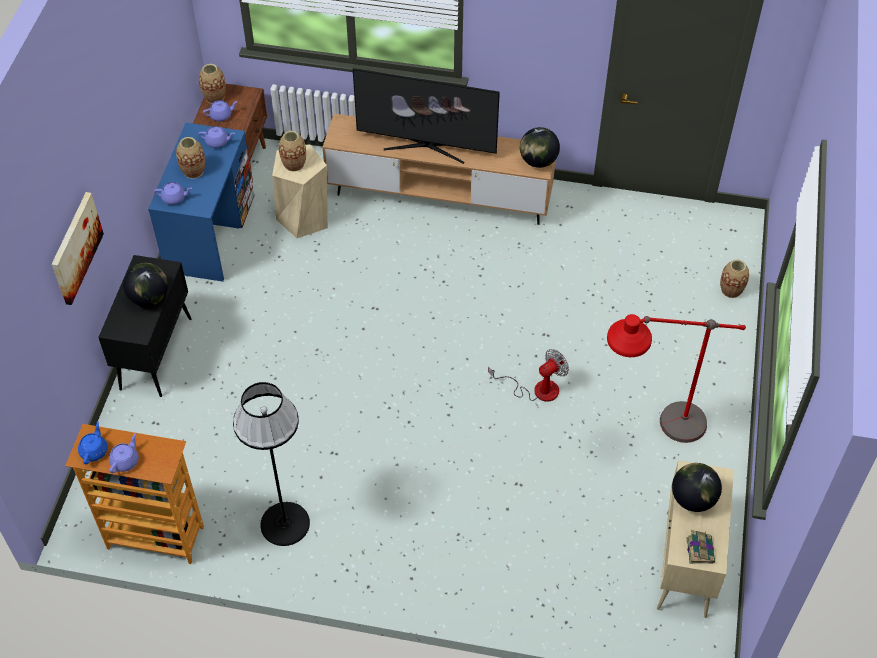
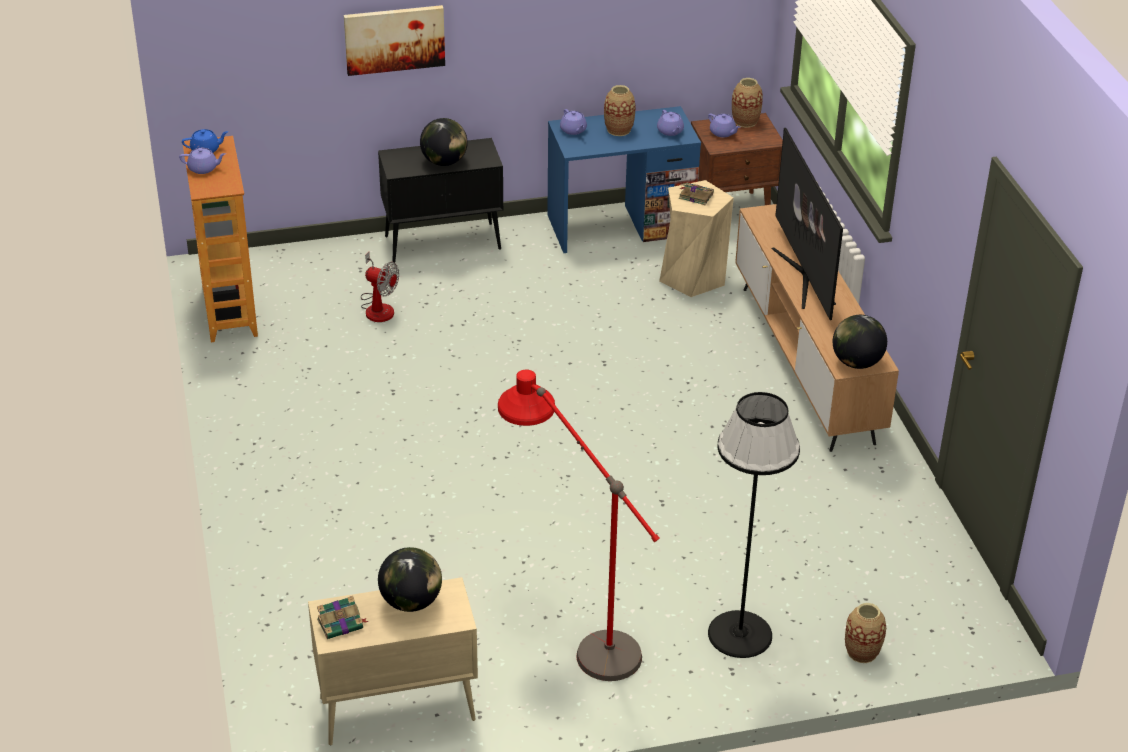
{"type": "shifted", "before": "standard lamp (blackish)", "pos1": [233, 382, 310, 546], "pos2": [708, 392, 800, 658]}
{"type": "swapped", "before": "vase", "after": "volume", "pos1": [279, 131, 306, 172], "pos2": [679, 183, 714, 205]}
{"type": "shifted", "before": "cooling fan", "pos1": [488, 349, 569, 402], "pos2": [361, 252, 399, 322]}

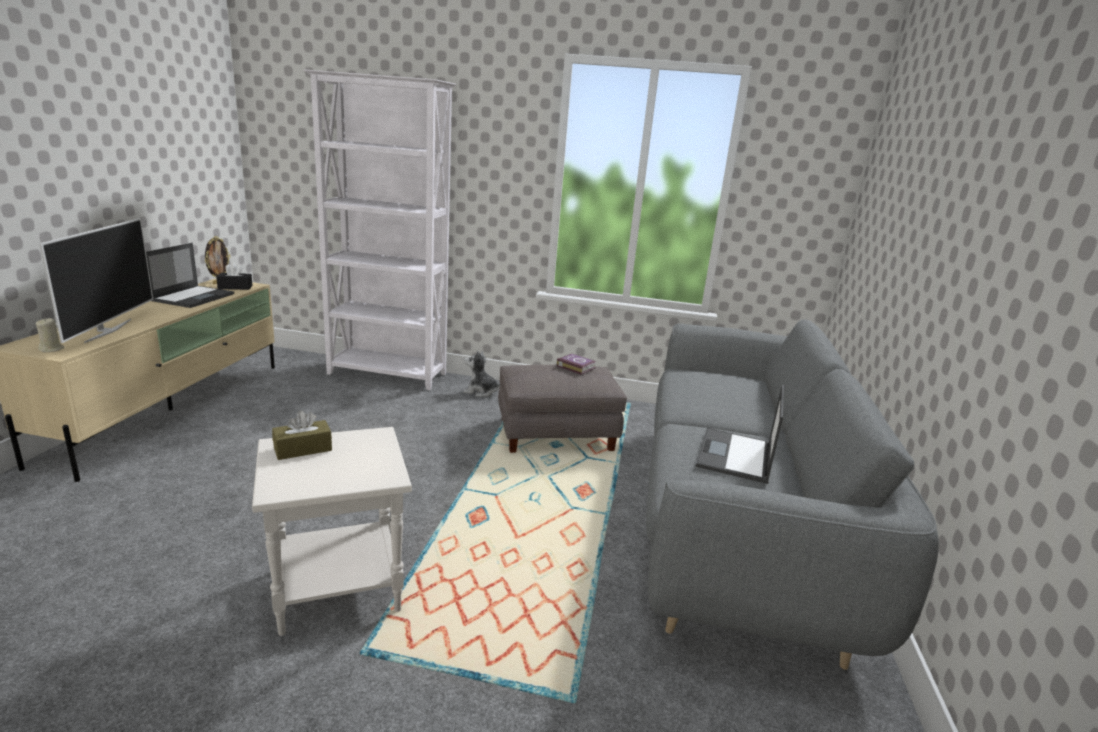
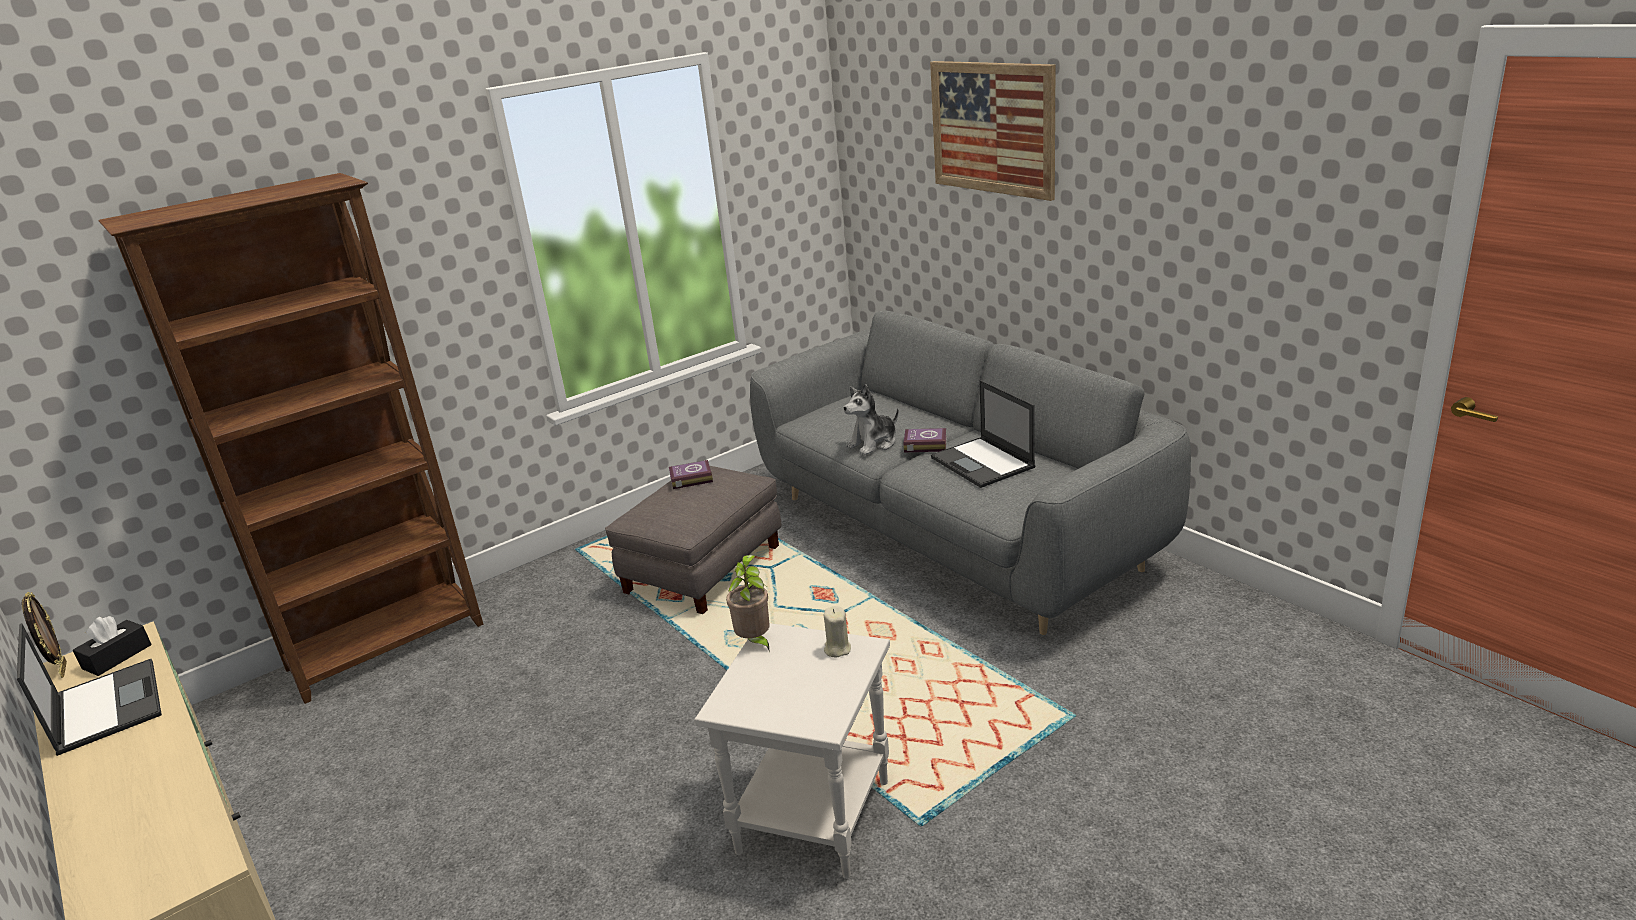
{"type": "shifted", "before": "candle (beige-coloured)", "pos1": [36, 318, 65, 352], "pos2": [823, 606, 851, 658]}
{"type": "gone", "before": "TV set", "pos1": [39, 218, 153, 343]}
{"type": "gone", "before": "box of tissues (brown-coloured)", "pos1": [272, 411, 332, 460]}
{"type": "repainted", "before": "shelving unit (white-coloured)", "after": "shelving unit (brown-coloured)", "pos1": [304, 69, 456, 390], "pos2": [98, 173, 483, 704]}
{"type": "shifted", "before": "soft toy", "pos1": [463, 351, 500, 397], "pos2": [843, 384, 899, 455]}
{"type": "new", "after": "potted plant", "pos2": [726, 555, 770, 650]}
{"type": "new", "after": "volume", "pos2": [903, 428, 947, 452]}
{"type": "new", "after": "wall picture", "pos2": [930, 61, 1055, 201]}

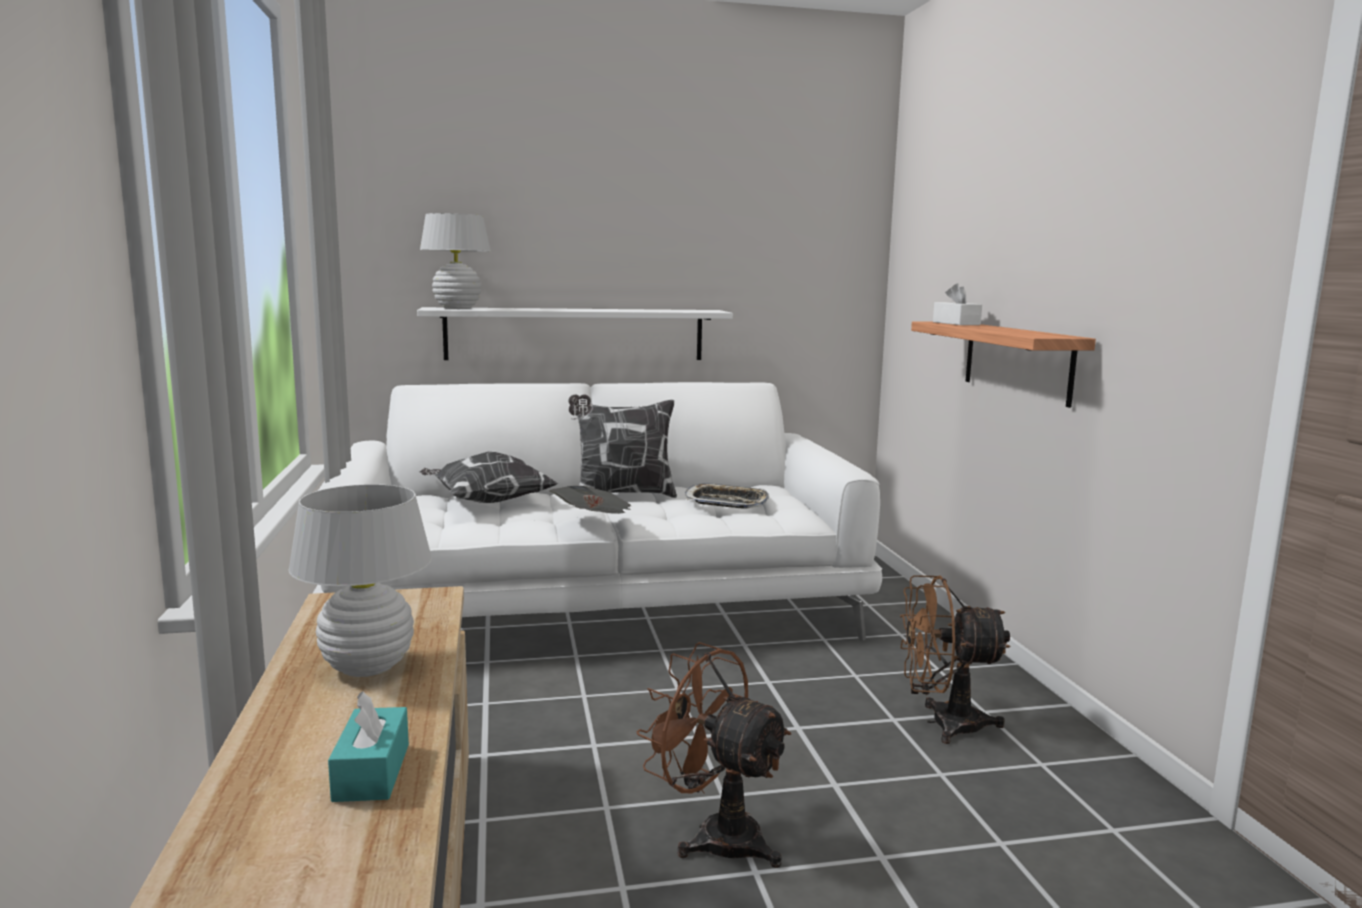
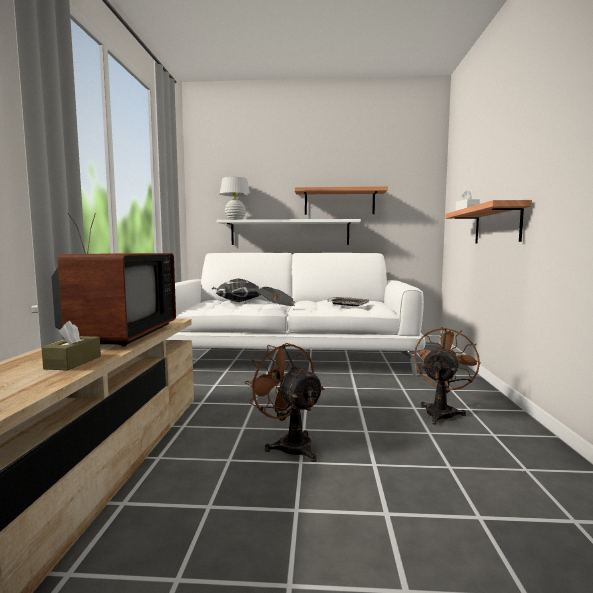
{"type": "swapped", "before": "table lamp (white-coloured)", "after": "TV set", "pos1": [288, 484, 432, 677], "pos2": [51, 213, 176, 346]}
{"type": "repainted", "before": "box of tissues (turquoise)", "after": "box of tissues (brown-coloured)", "pos1": [328, 691, 409, 802], "pos2": [41, 321, 101, 371]}
{"type": "gone", "before": "cushion", "pos1": [569, 394, 677, 498]}
{"type": "rotated", "before": "cooling fan (brown-coloured)", "pos1": [900, 575, 1011, 744], "pos2": [414, 327, 481, 425], "turn": 105}
{"type": "new", "after": "bracket shelf", "pos2": [295, 186, 388, 215]}

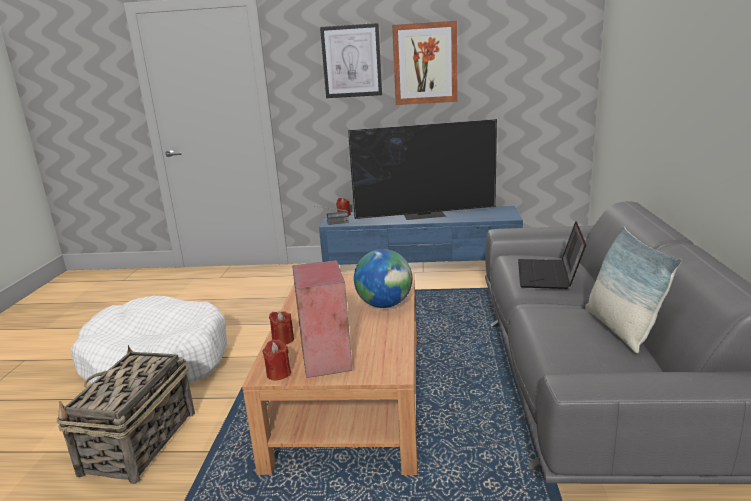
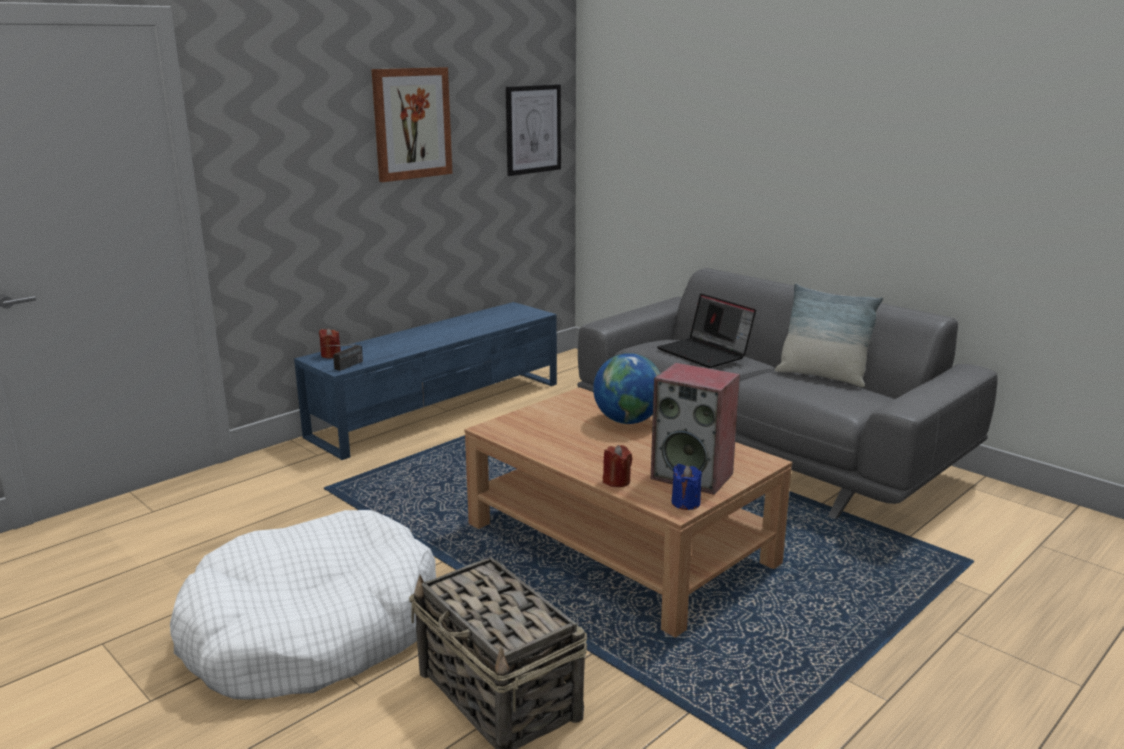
{"type": "repainted", "before": "candle (red-coloured)", "after": "candle (blue-coloured)", "pos1": [262, 340, 291, 381], "pos2": [672, 464, 702, 510]}
{"type": "shifted", "before": "wall picture", "pos1": [320, 23, 382, 98], "pos2": [506, 84, 561, 176]}
{"type": "gone", "before": "TV set", "pos1": [348, 119, 497, 220]}

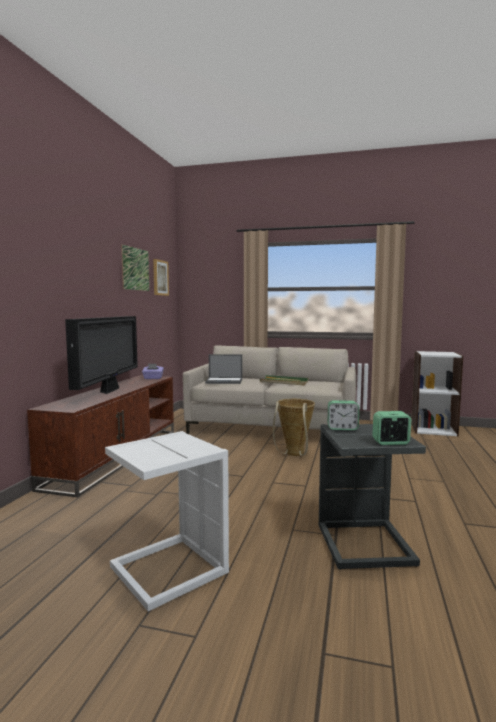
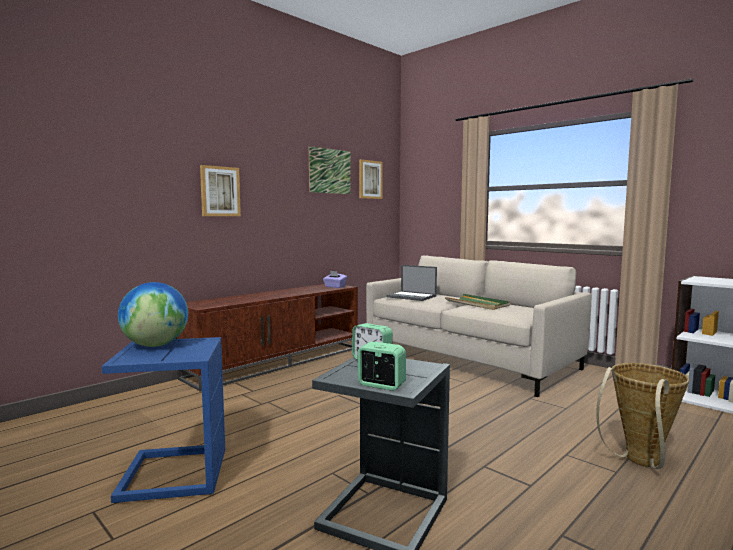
{"type": "gone", "before": "TV set", "pos1": [65, 316, 138, 394]}
{"type": "repainted", "before": "accent table (white-coloured)", "after": "accent table (blue-coloured)", "pos1": [105, 431, 229, 611], "pos2": [102, 337, 225, 503]}
{"type": "shifted", "before": "storage basket", "pos1": [273, 399, 315, 456], "pos2": [596, 363, 689, 469]}
{"type": "new", "after": "desk globe", "pos2": [118, 282, 188, 347]}
{"type": "new", "after": "wall picture", "pos2": [200, 165, 241, 216]}

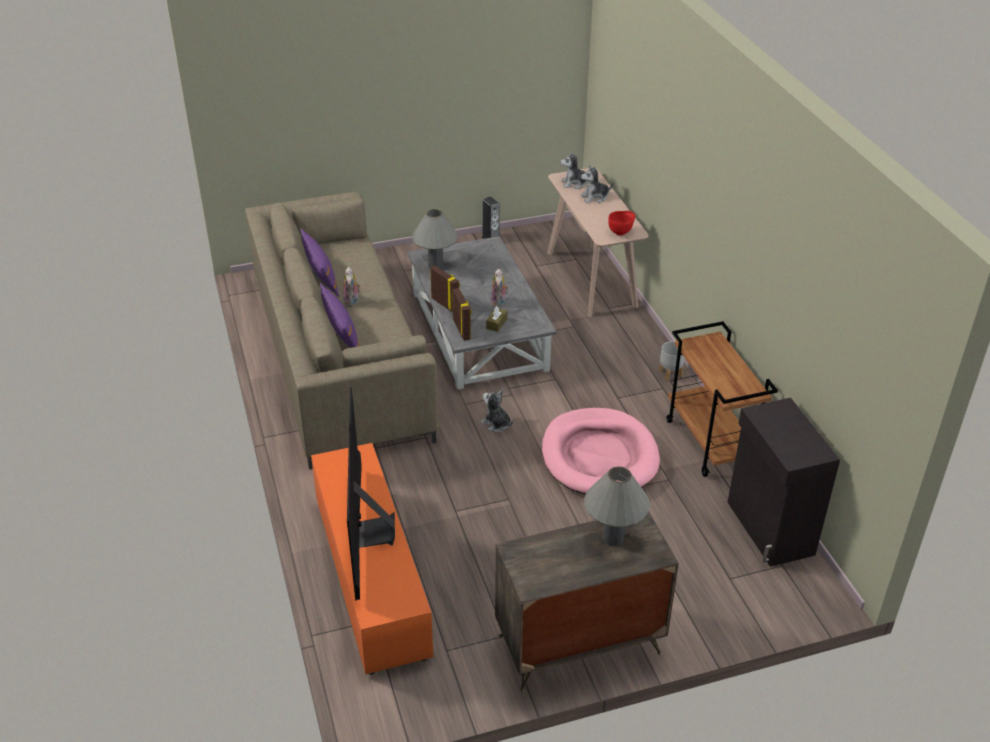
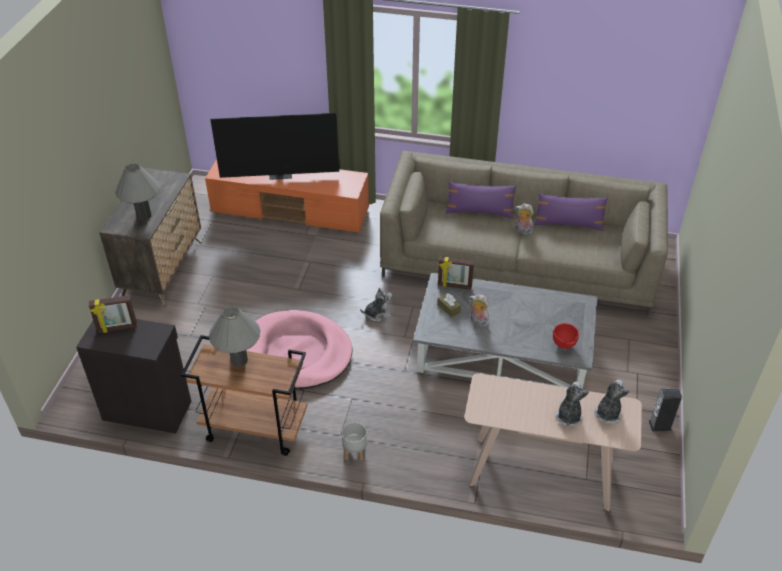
{"type": "rotated", "before": "TV set", "pos1": [347, 387, 395, 600], "pos2": [210, 113, 340, 180], "turn": 150}
{"type": "shifted", "before": "table lamp (gray)", "pos1": [412, 209, 458, 269], "pos2": [209, 306, 261, 367]}
{"type": "shifted", "before": "photo frame", "pos1": [430, 266, 460, 313], "pos2": [89, 295, 137, 333]}
{"type": "shifted", "before": "bowl (red-coloured)", "pos1": [608, 211, 635, 236], "pos2": [553, 323, 579, 349]}

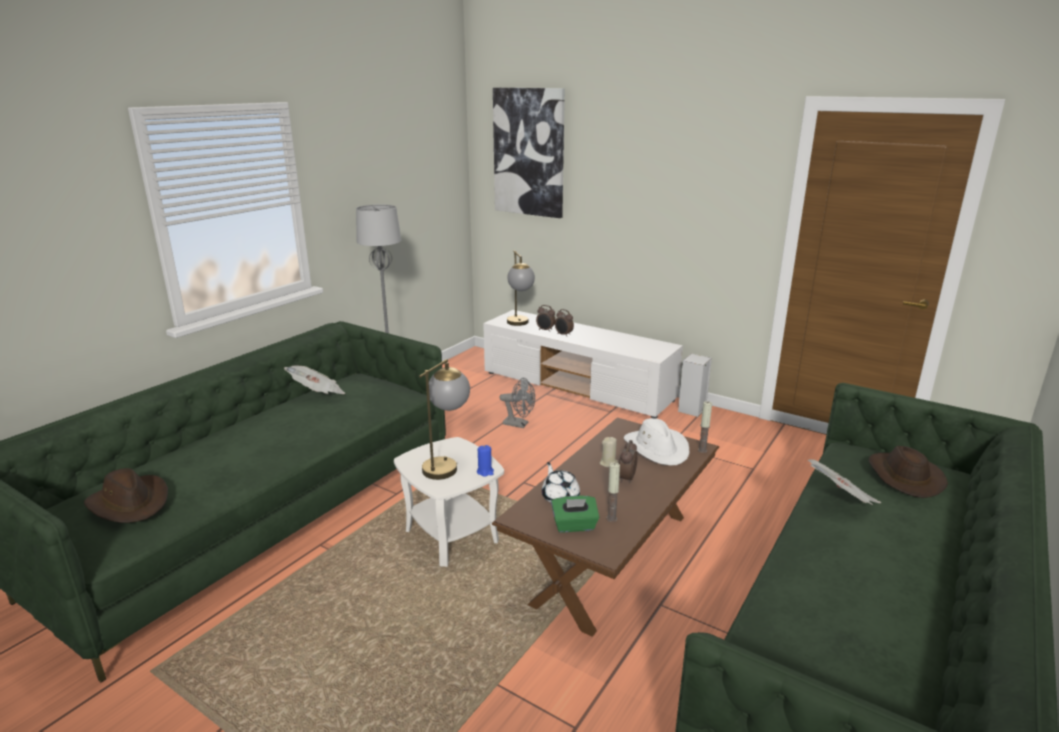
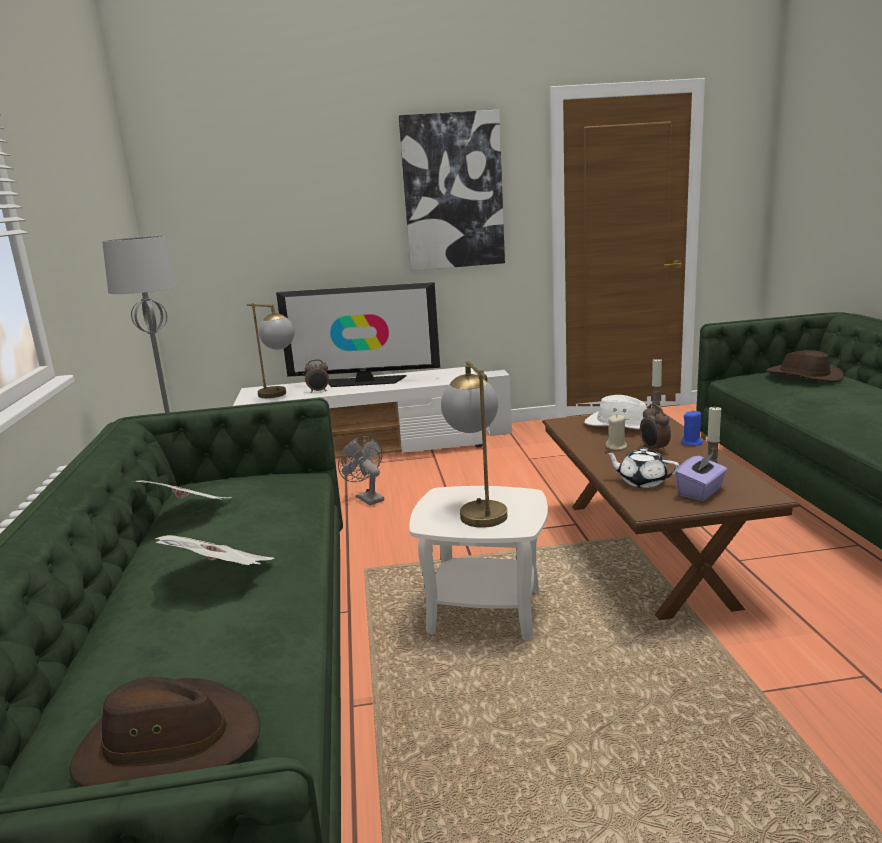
{"type": "shifted", "before": "candle (blue-coloured)", "pos1": [477, 445, 494, 477], "pos2": [681, 410, 703, 446]}
{"type": "shifted", "before": "wall picture", "pos1": [493, 88, 565, 218], "pos2": [399, 110, 505, 271]}
{"type": "rotated", "before": "cooling fan (gray)", "pos1": [500, 378, 535, 428], "pos2": [338, 436, 384, 505], "turn": -105}
{"type": "repainted", "before": "box of tissues (greenish)", "after": "box of tissues (purple)", "pos1": [551, 496, 600, 532], "pos2": [675, 452, 727, 501]}
{"type": "gone", "before": "bedside clock", "pos1": [555, 309, 574, 337]}
{"type": "shifted", "before": "daily paper", "pos1": [807, 459, 881, 505], "pos2": [156, 535, 275, 565]}
{"type": "new", "after": "TV set", "pos2": [276, 282, 440, 387]}

